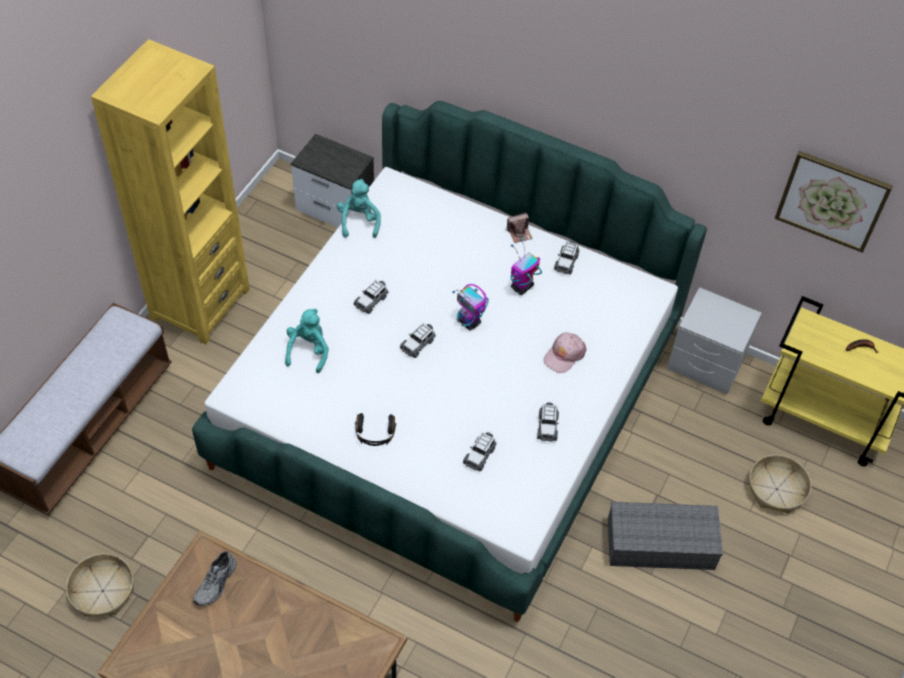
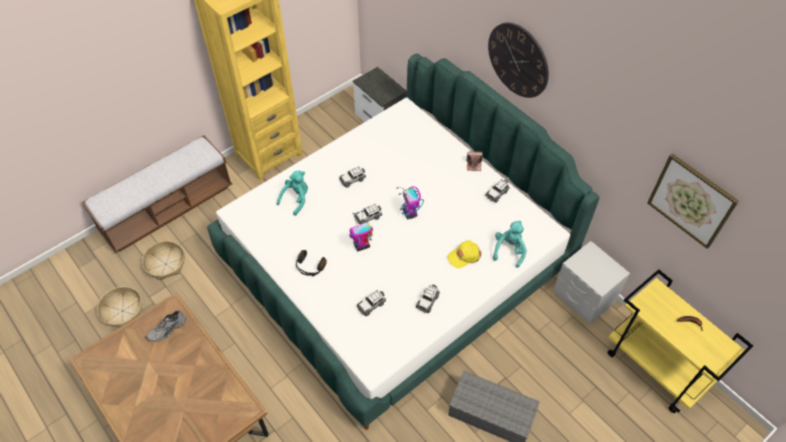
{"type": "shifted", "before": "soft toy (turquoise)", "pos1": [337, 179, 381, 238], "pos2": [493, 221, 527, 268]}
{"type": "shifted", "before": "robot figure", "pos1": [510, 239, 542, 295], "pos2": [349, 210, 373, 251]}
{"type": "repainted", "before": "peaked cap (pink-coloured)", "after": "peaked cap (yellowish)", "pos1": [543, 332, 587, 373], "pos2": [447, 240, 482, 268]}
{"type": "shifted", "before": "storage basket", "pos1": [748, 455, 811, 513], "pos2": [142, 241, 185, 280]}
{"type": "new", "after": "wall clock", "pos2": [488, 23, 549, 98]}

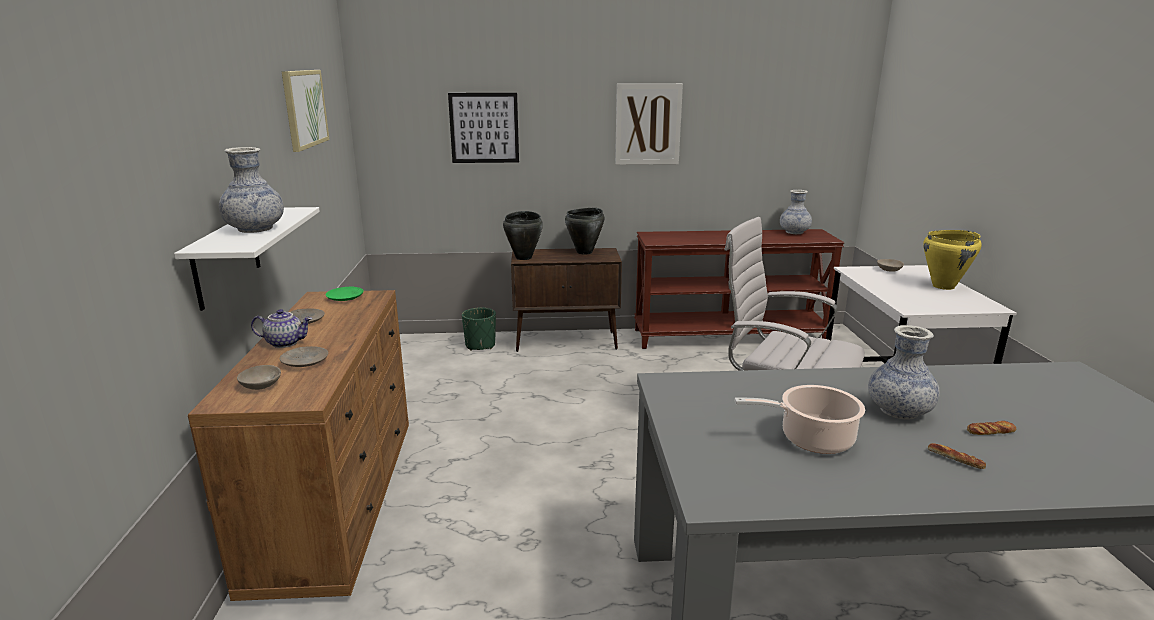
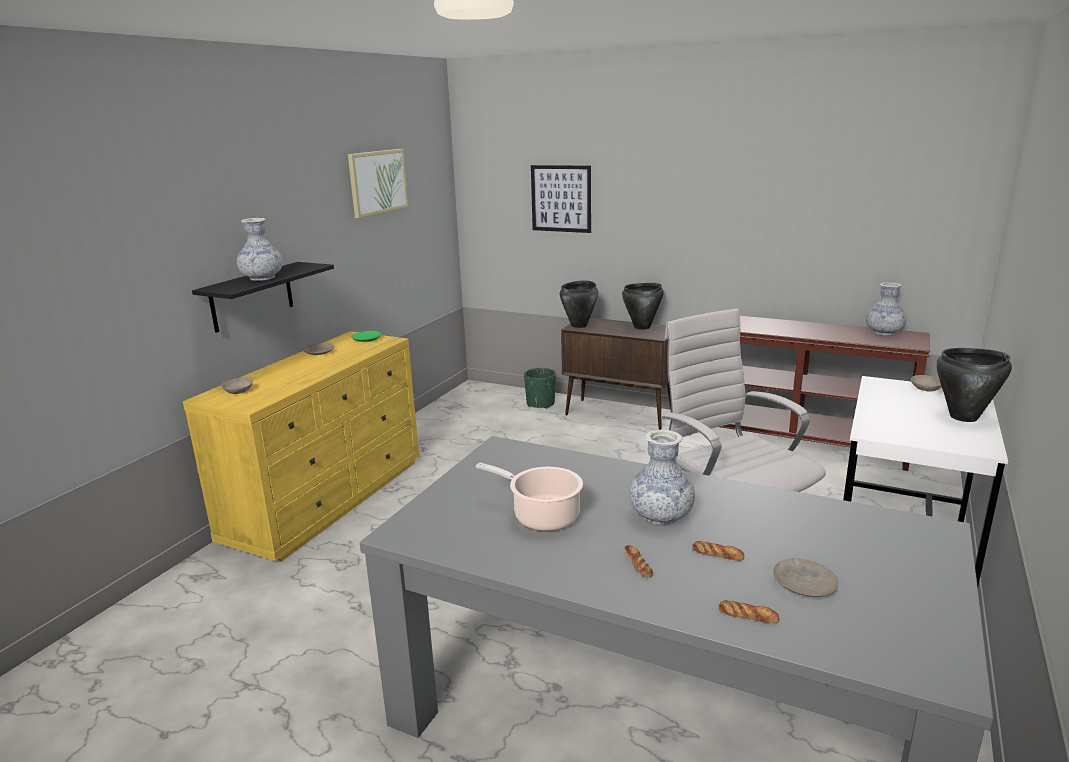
{"type": "repainted", "before": "bracket shelf (white-coloured)", "after": "bracket shelf (blackish)", "pos1": [174, 207, 320, 311], "pos2": [192, 262, 334, 333]}
{"type": "repainted", "before": "dresser (brown-coloured)", "after": "dresser (yellowish)", "pos1": [188, 290, 409, 601], "pos2": [183, 331, 420, 561]}
{"type": "gone", "before": "teapot", "pos1": [251, 309, 312, 348]}
{"type": "shifted", "before": "flat dish (beige-coloured)", "pos1": [280, 346, 328, 367], "pos2": [773, 558, 838, 597]}
{"type": "gone", "before": "wall picture", "pos1": [615, 83, 683, 165]}
{"type": "repainted", "before": "saucepot (yellowish)", "after": "saucepot (blackish)", "pos1": [923, 230, 982, 290], "pos2": [936, 348, 1012, 422]}
{"type": "new", "after": "baked bread", "pos2": [718, 600, 779, 623]}

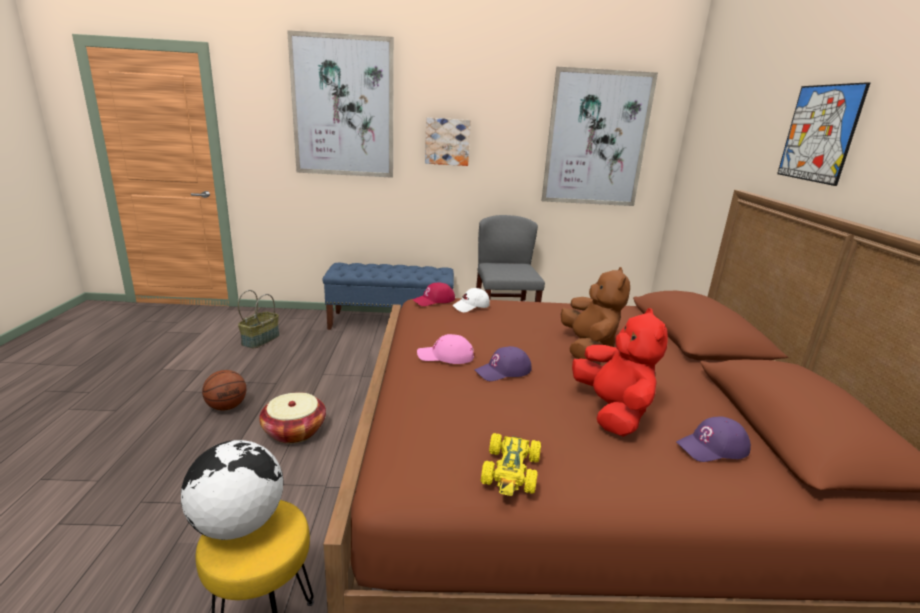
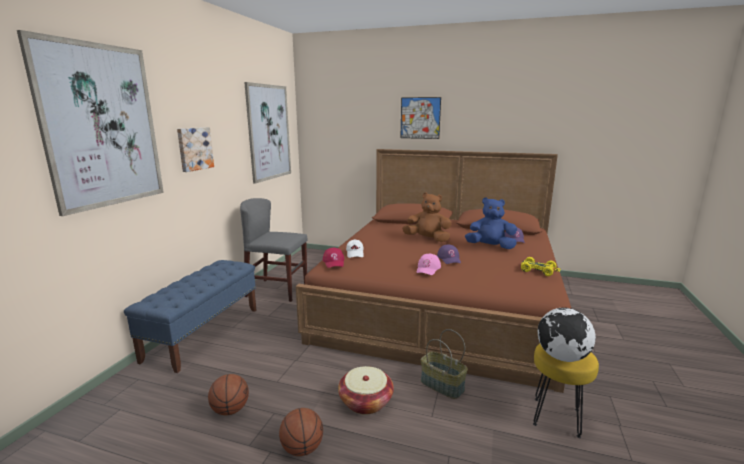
{"type": "shifted", "before": "storage basket", "pos1": [238, 290, 280, 348], "pos2": [421, 329, 468, 399]}
{"type": "repainted", "before": "soft toy (red-coloured)", "after": "soft toy (blue-coloured)", "pos1": [572, 308, 668, 437], "pos2": [465, 197, 517, 249]}
{"type": "new", "after": "basketball", "pos2": [208, 374, 249, 415]}

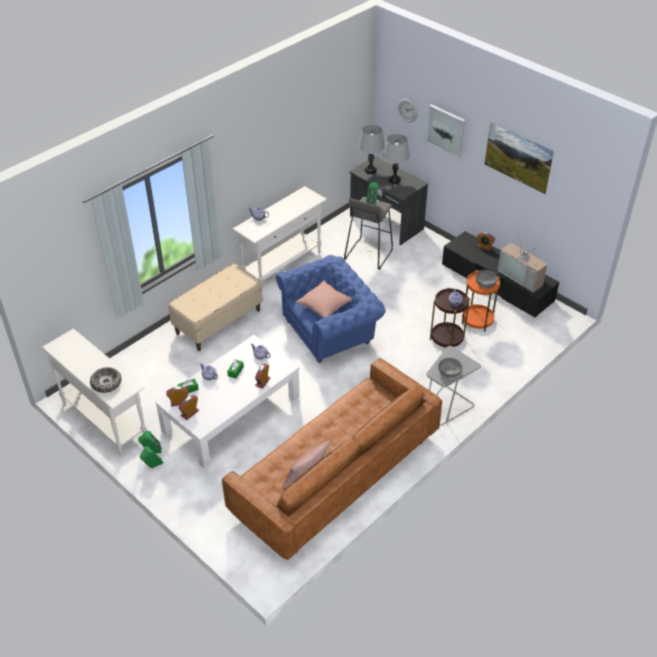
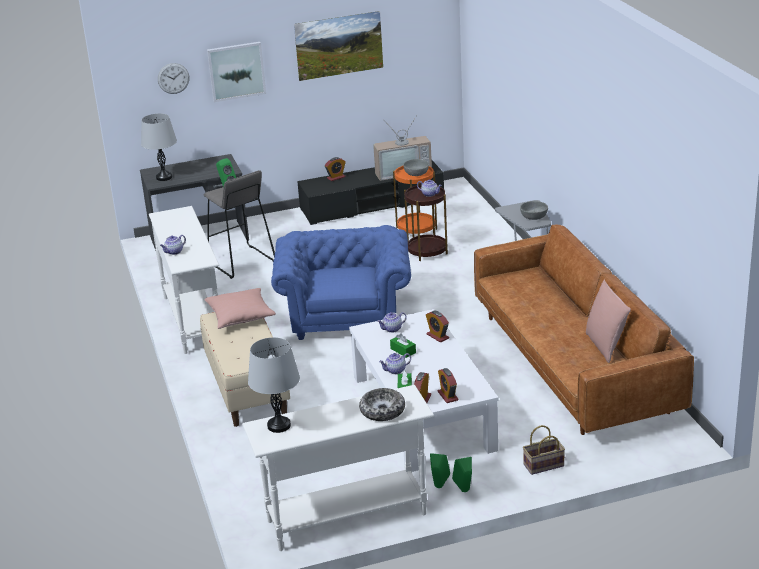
{"type": "shifted", "before": "cushion (pink-coloured)", "pos1": [296, 280, 352, 318], "pos2": [204, 288, 276, 329]}
{"type": "shifted", "before": "table lamp (gray)", "pos1": [383, 134, 410, 184], "pos2": [248, 337, 300, 433]}
{"type": "new", "after": "storage basket", "pos2": [523, 425, 565, 475]}

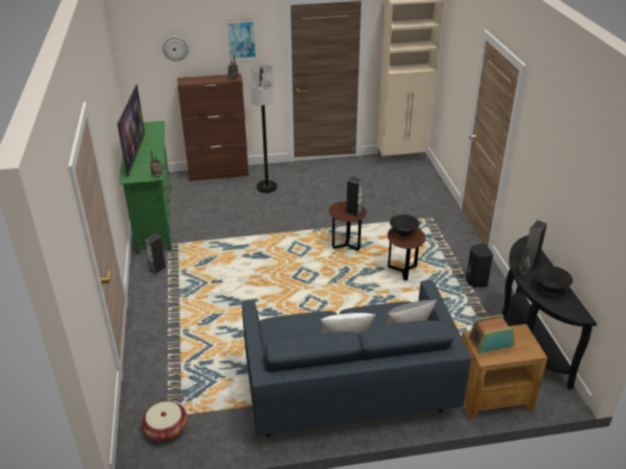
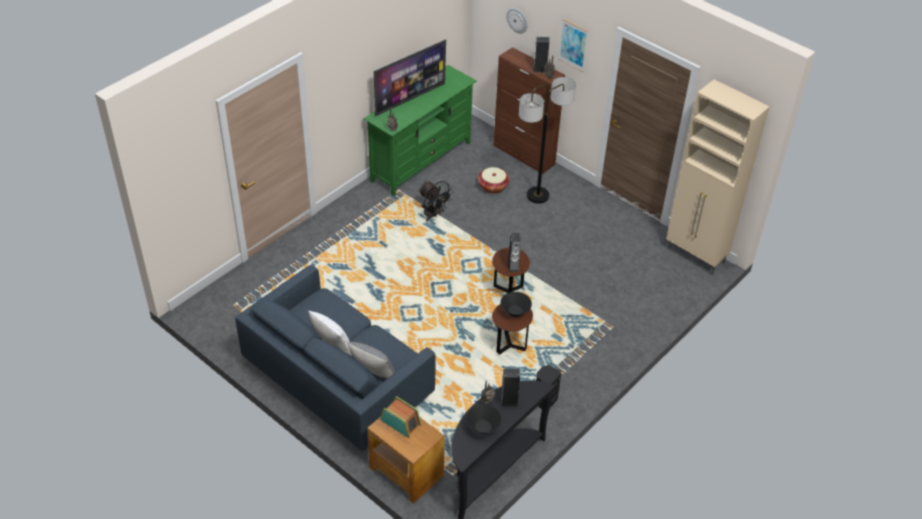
{"type": "shifted", "before": "storage basket", "pos1": [141, 401, 187, 441], "pos2": [478, 167, 509, 193]}
{"type": "shifted", "before": "speaker", "pos1": [145, 234, 167, 274], "pos2": [533, 37, 550, 73]}
{"type": "new", "after": "cooling fan (blackish)", "pos2": [419, 181, 454, 221]}

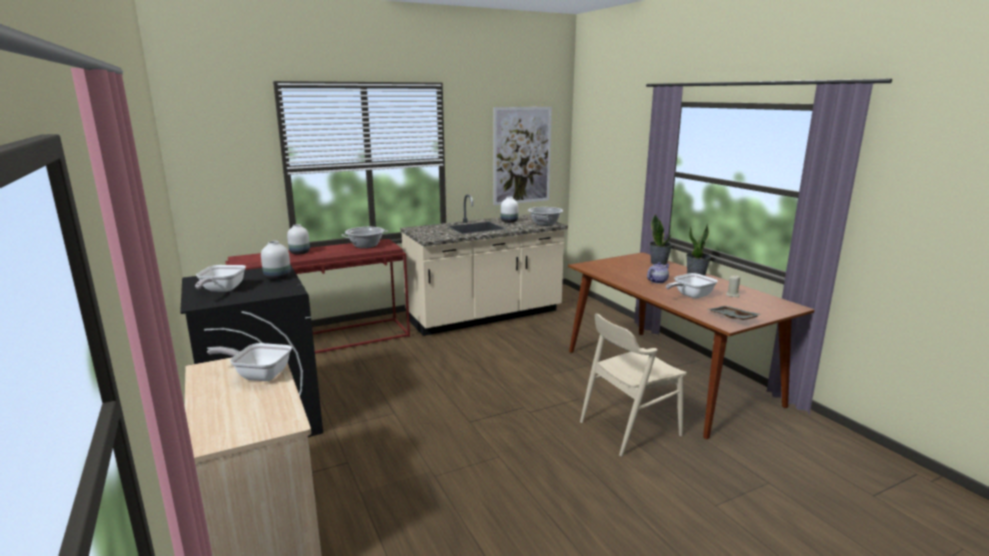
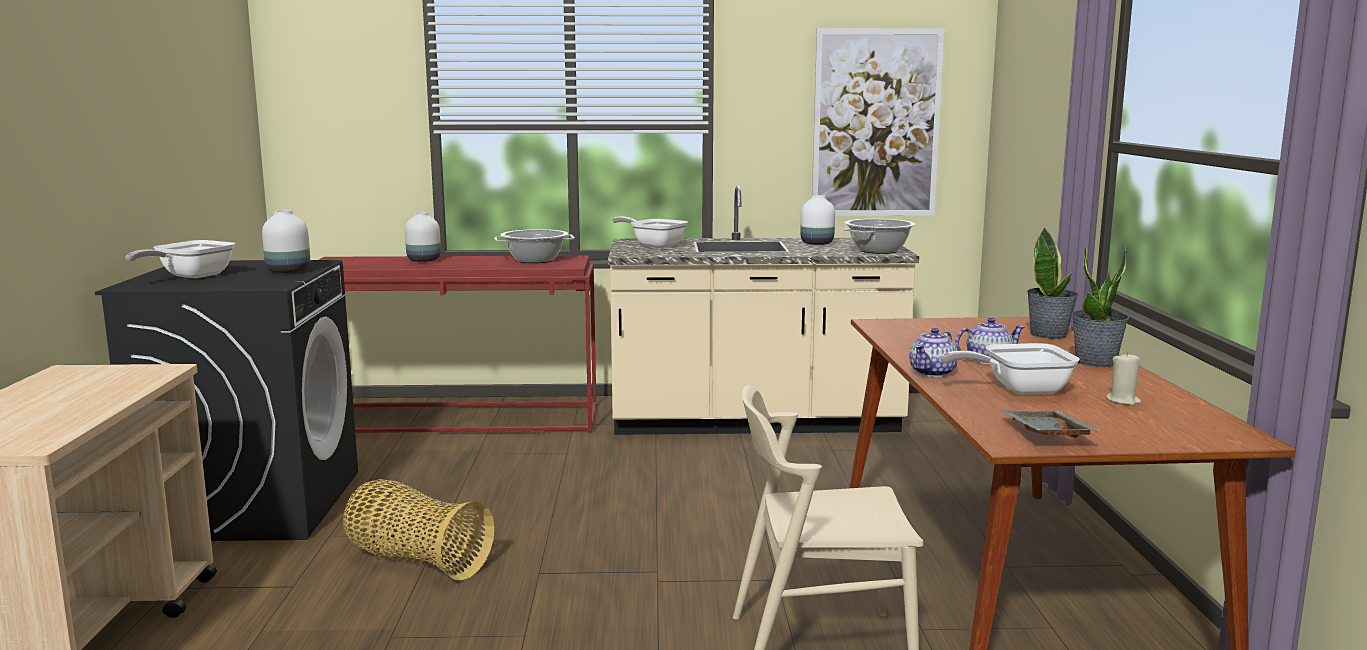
{"type": "shifted", "before": "skillet", "pos1": [207, 343, 292, 381], "pos2": [612, 217, 688, 248]}
{"type": "new", "after": "storage basket", "pos2": [343, 479, 495, 581]}
{"type": "new", "after": "teapot", "pos2": [910, 328, 958, 377]}

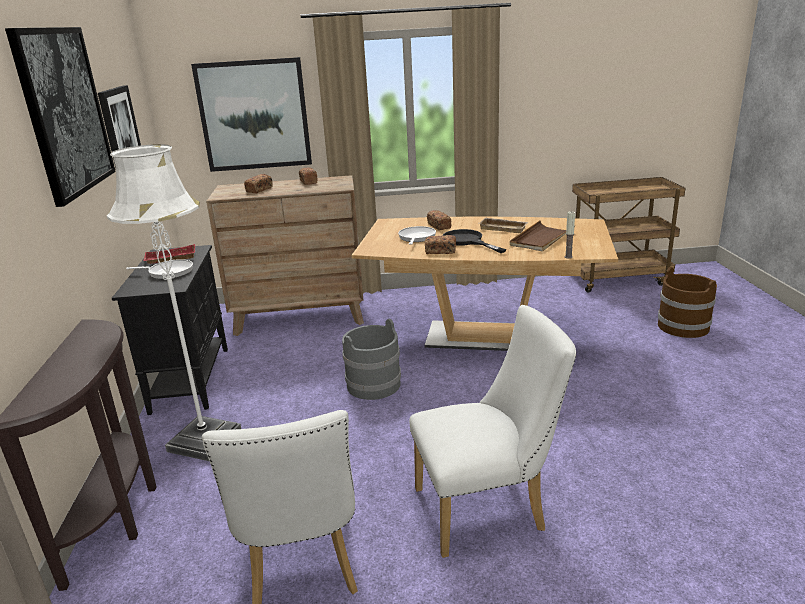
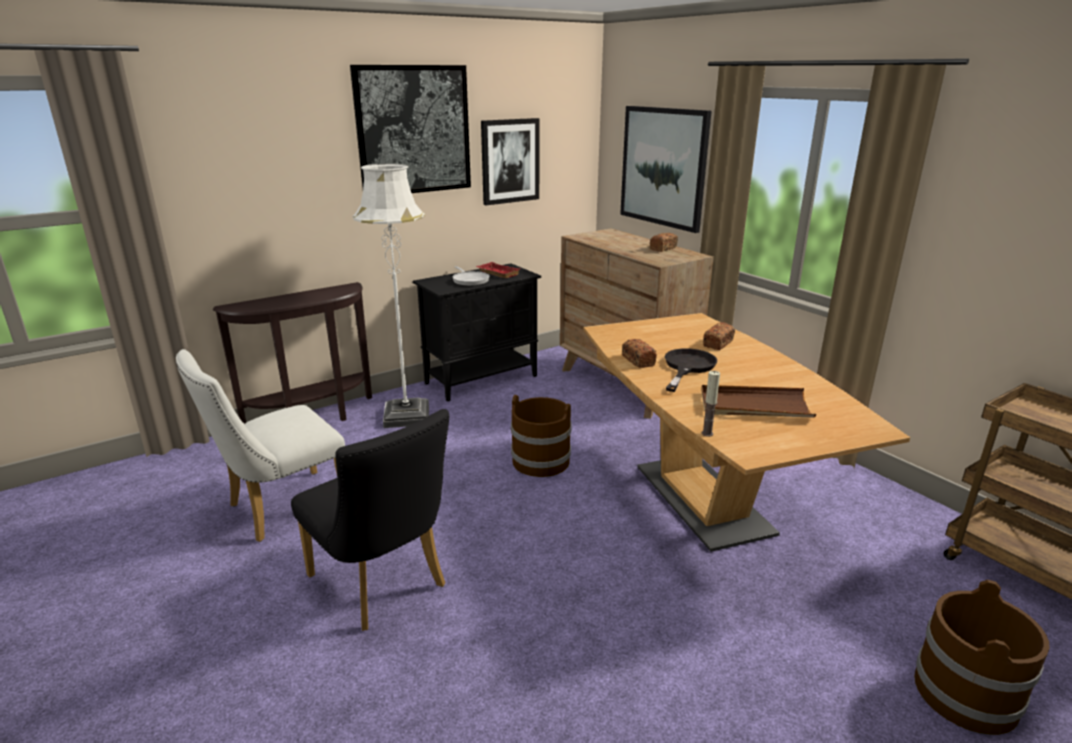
{"type": "gone", "before": "baked bread", "pos1": [244, 174, 273, 193]}
{"type": "repainted", "before": "water bucket (gray)", "after": "water bucket (brown-coloured)", "pos1": [342, 318, 401, 400], "pos2": [511, 395, 572, 477]}
{"type": "gone", "before": "skillet", "pos1": [398, 226, 436, 245]}
{"type": "repainted", "before": "upright chair (white-coloured)", "after": "upright chair (blackish)", "pos1": [409, 305, 576, 558], "pos2": [291, 409, 449, 631]}
{"type": "gone", "before": "serving tray (beige-coloured)", "pos1": [479, 217, 528, 233]}

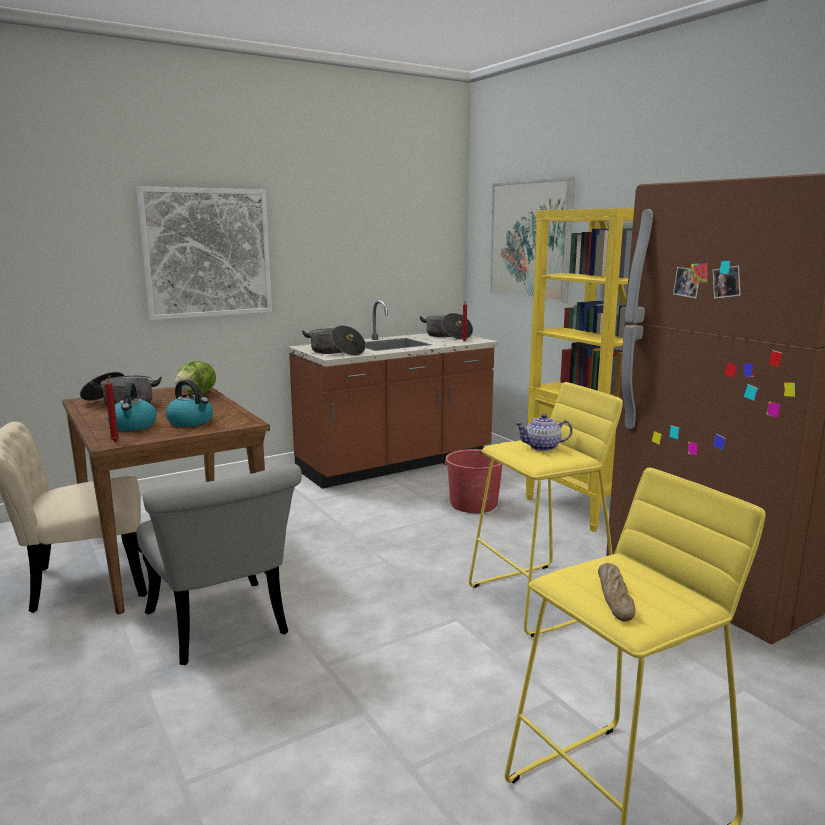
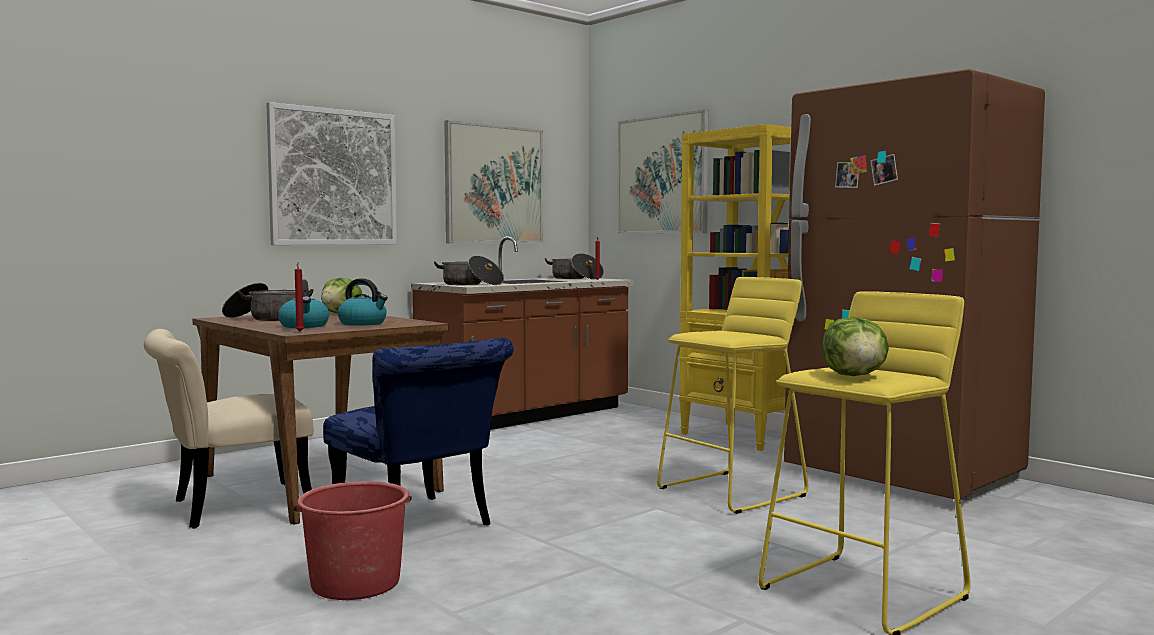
{"type": "repainted", "before": "upright chair (gray)", "after": "upright chair (blue-coloured)", "pos1": [136, 464, 302, 665], "pos2": [323, 338, 513, 525]}
{"type": "shifted", "before": "water bucket (red-coloured)", "pos1": [443, 449, 503, 513], "pos2": [293, 481, 412, 600]}
{"type": "gone", "before": "teapot", "pos1": [515, 414, 572, 451]}
{"type": "swapped", "before": "baked bread", "after": "lettuce", "pos1": [598, 563, 635, 622], "pos2": [822, 317, 889, 376]}
{"type": "new", "after": "wall picture", "pos2": [444, 120, 543, 244]}

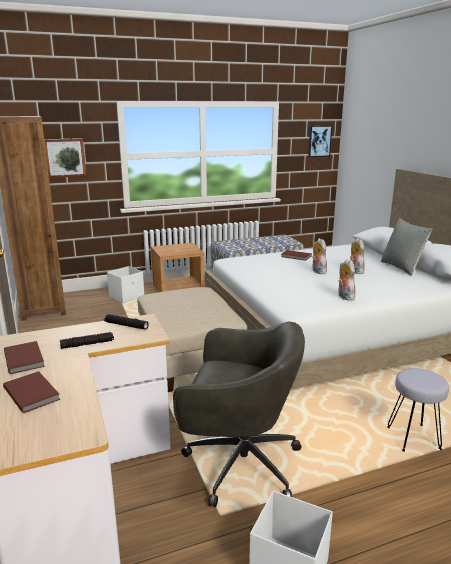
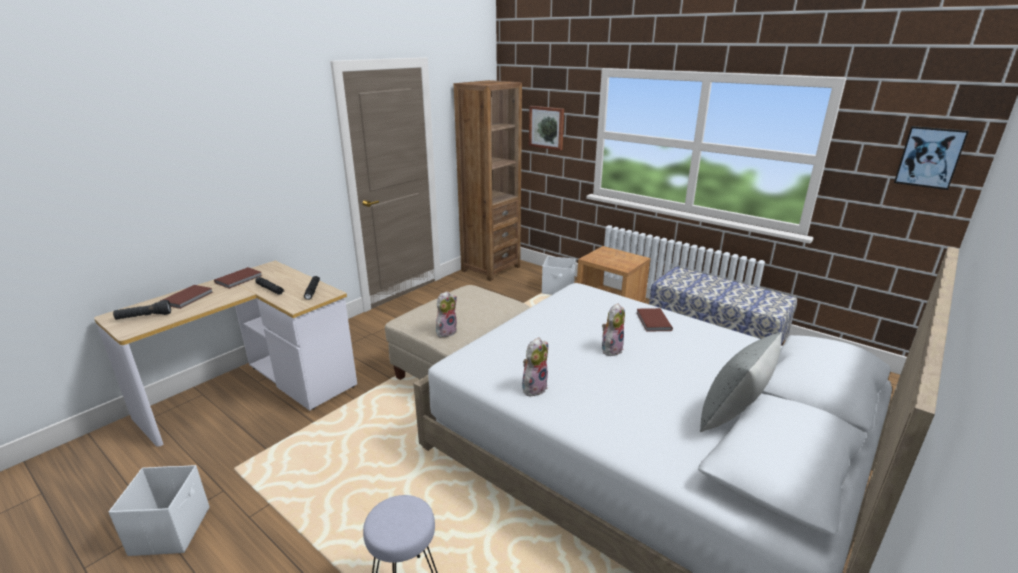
{"type": "gone", "before": "office chair (gray)", "pos1": [173, 321, 305, 507]}
{"type": "shifted", "before": "soft toy", "pos1": [350, 238, 365, 274], "pos2": [436, 291, 457, 338]}
{"type": "new", "after": "flashlight (blackish)", "pos2": [113, 300, 171, 320]}

